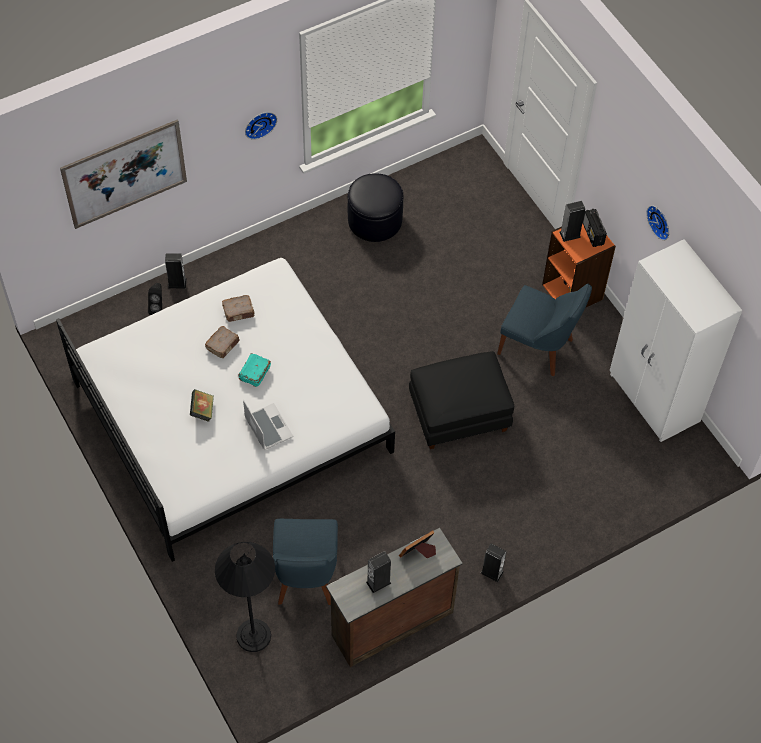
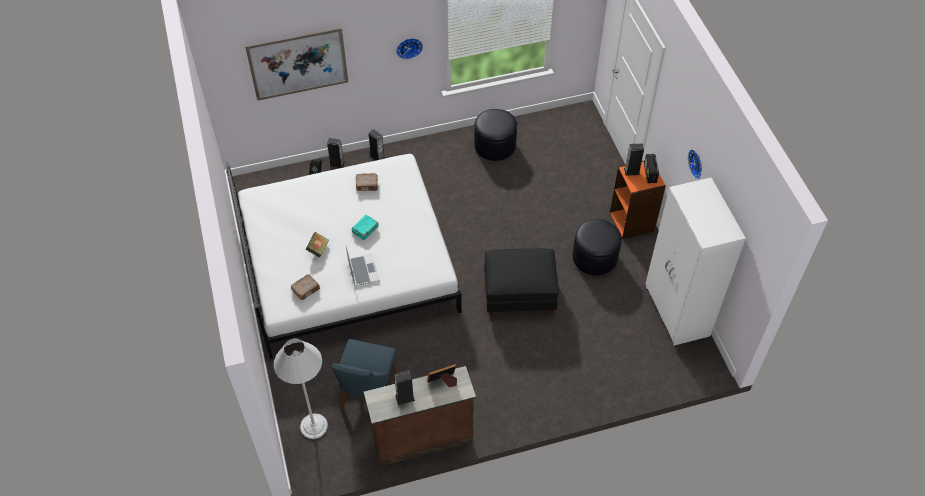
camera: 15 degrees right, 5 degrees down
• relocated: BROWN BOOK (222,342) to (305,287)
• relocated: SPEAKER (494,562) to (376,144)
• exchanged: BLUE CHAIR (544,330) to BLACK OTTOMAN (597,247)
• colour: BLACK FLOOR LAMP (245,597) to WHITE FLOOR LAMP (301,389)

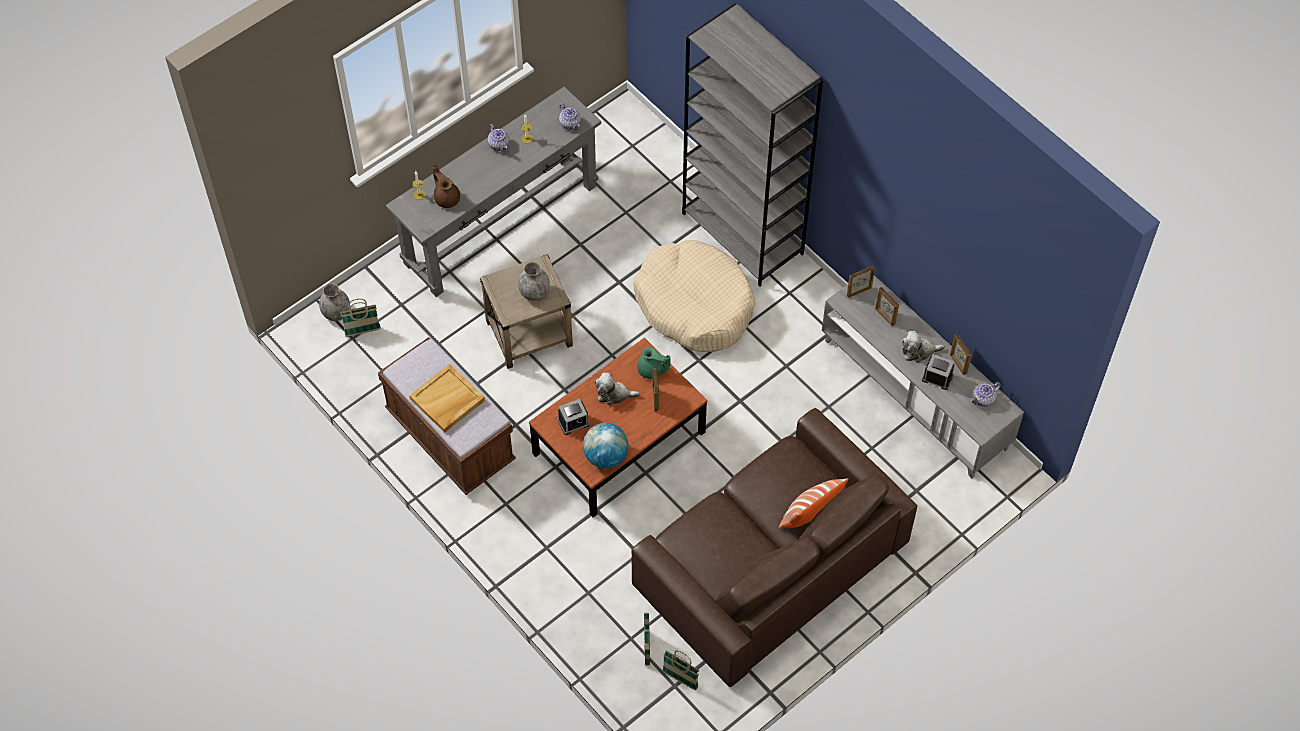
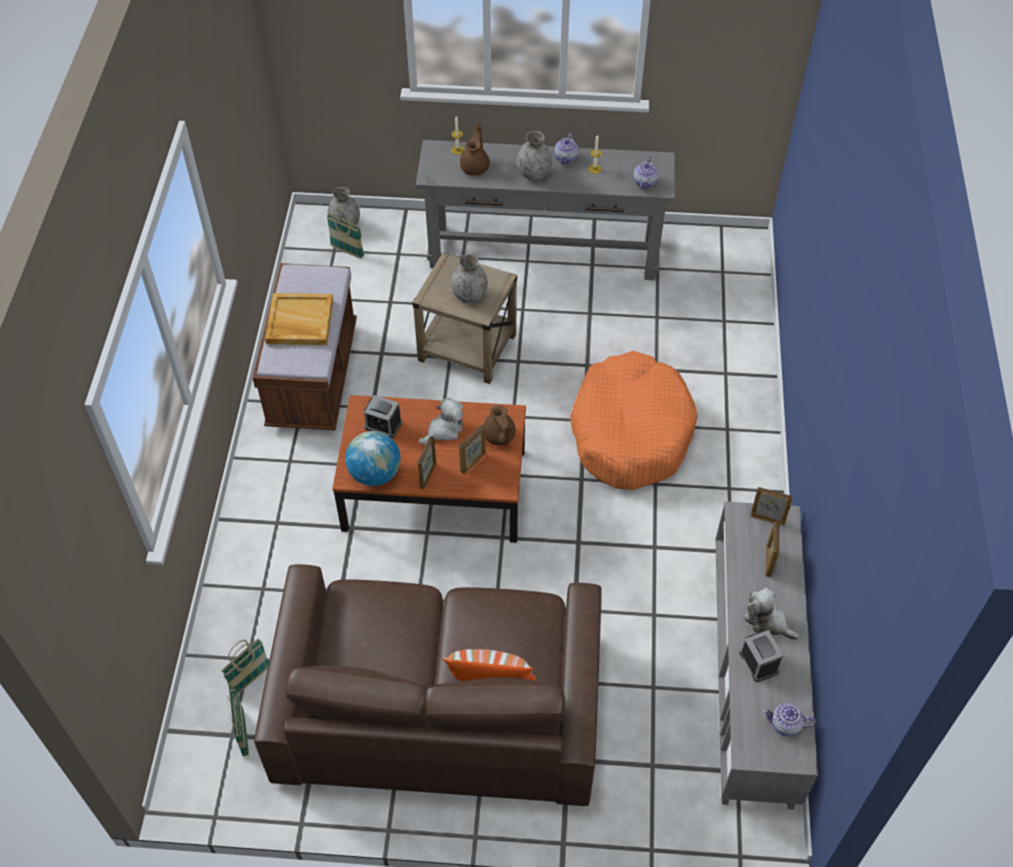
camera: 45 degrees right, 5 degrees down
• missing: GREY BOOKCASE (752,145)
• appeared: GREY VASE (534,156)
• relocated: PICTURE FRAME (961,354) to (426,462)
• colour: BEIGE DOG BED (694,296) to ORANGE DOG BED (634,420)
• colour: GREEN TEAPOT (654,363) to BROWN TEAPOT (499,425)
• spun: PLUSH TOY (617,389) = (441,421) 90 degrees clockwise

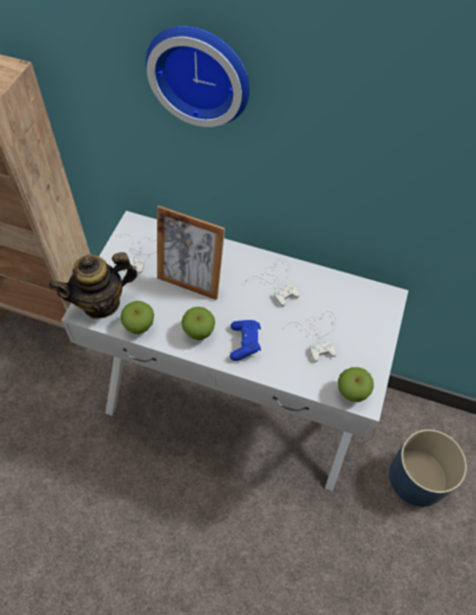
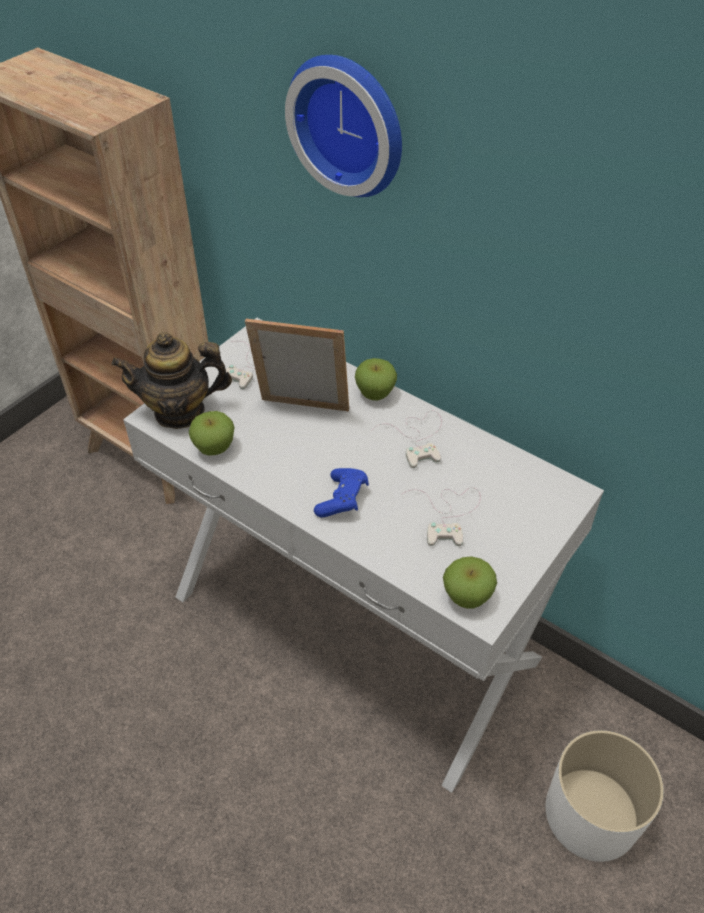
camera: 20 degrees right, 10 degrees down
• relocated: APPLE (198,323) to (376,379)
• colour: BLUE PLANTER (428,468) to WHITE PLANTER (605,796)
• spun: PICTURE FRAME (191,252) = (297,365) 150 degrees clockwise

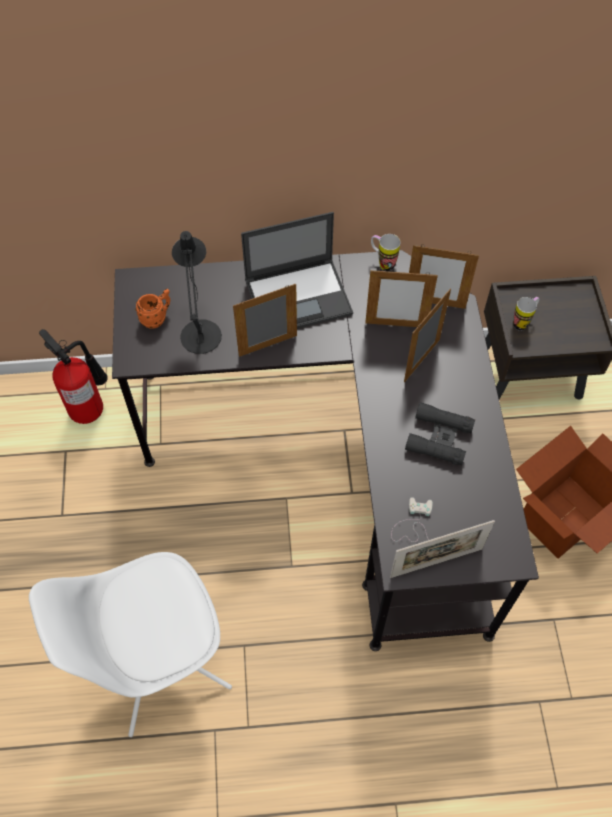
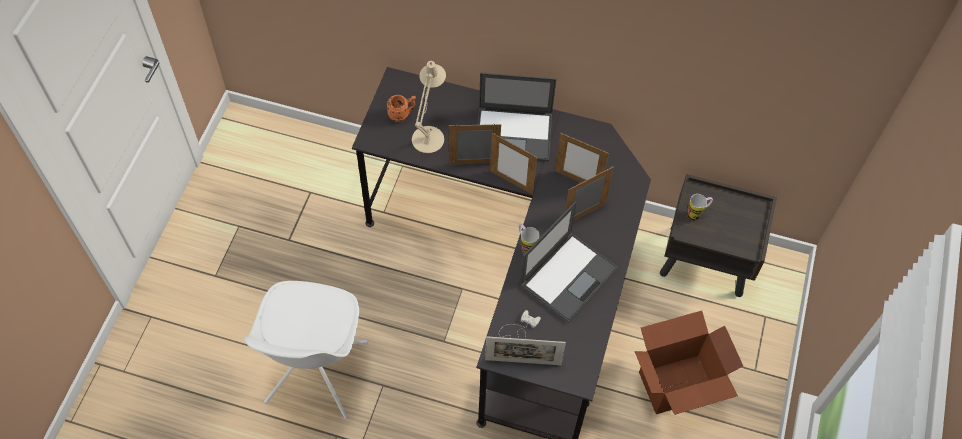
camera: 20 degrees right, 0 degrees up
• missing: FIRE EXTINGUISHER (73,376)
• relocated: MUG (385,252) to (529,239)
• relocated: PICTURE FRAME (444,276) to (513,164)
• exchanged: BLACK BINOCULARS (440,433) to LAPTOP (568,261)
• colour: BLACK TABLE LAMP (197,292) to BEIGE TABLE LAMP (429,107)
• spun: WHITE CHAIR (130,644) = (306,350) 75 degrees counterclockwise

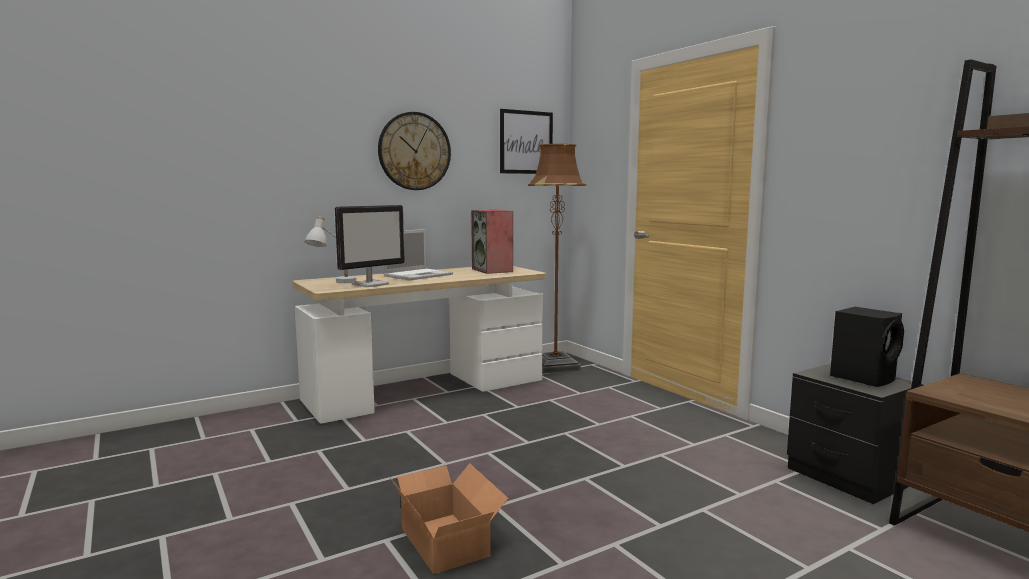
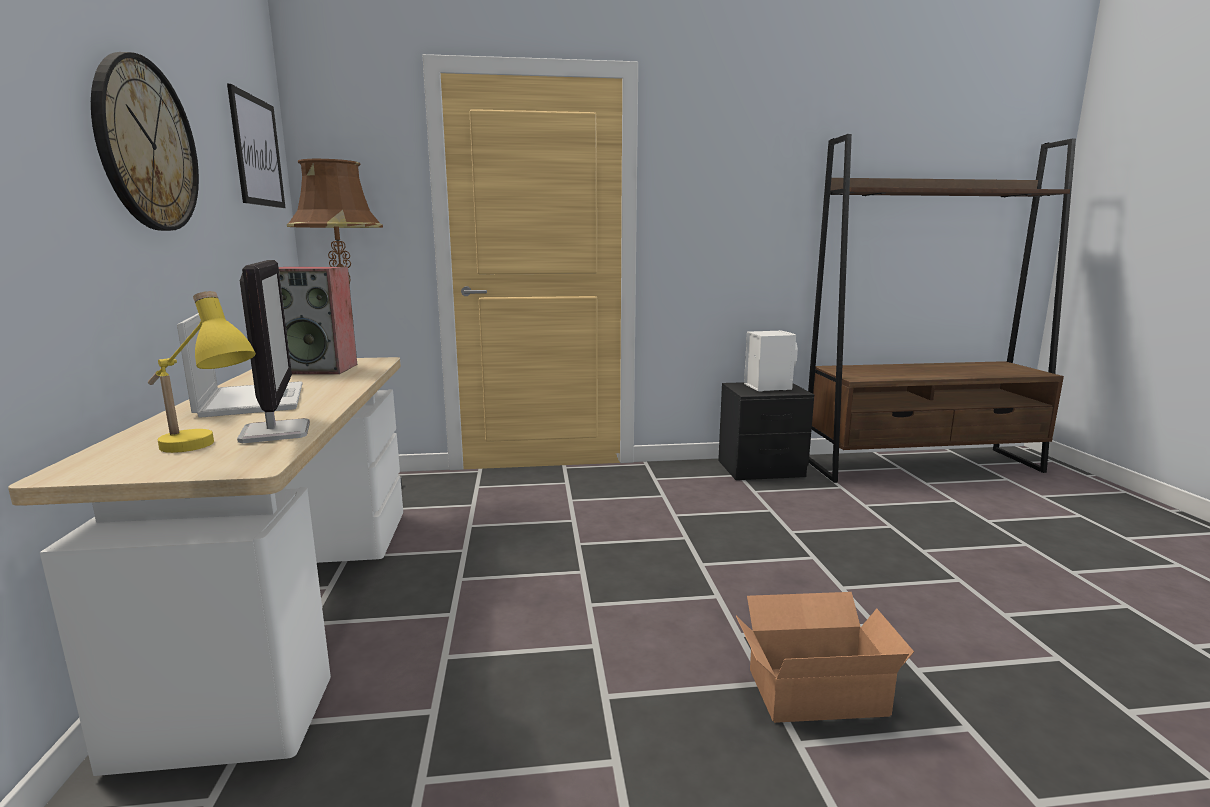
camera: 65 degrees left, 5 degrees up
• colour: WHITE TABLE LAMP (331,249) to YELLOW TABLE LAMP (202,372)
• colour: BLACK SPEAKER (867,347) to WHITE SPEAKER (771,360)

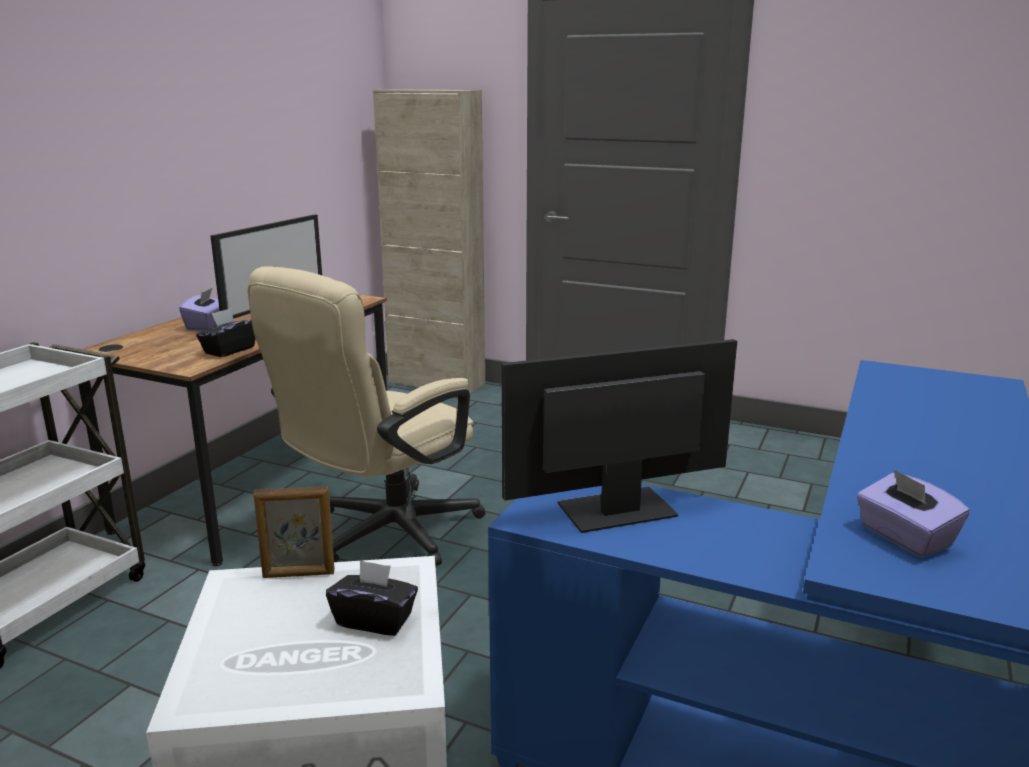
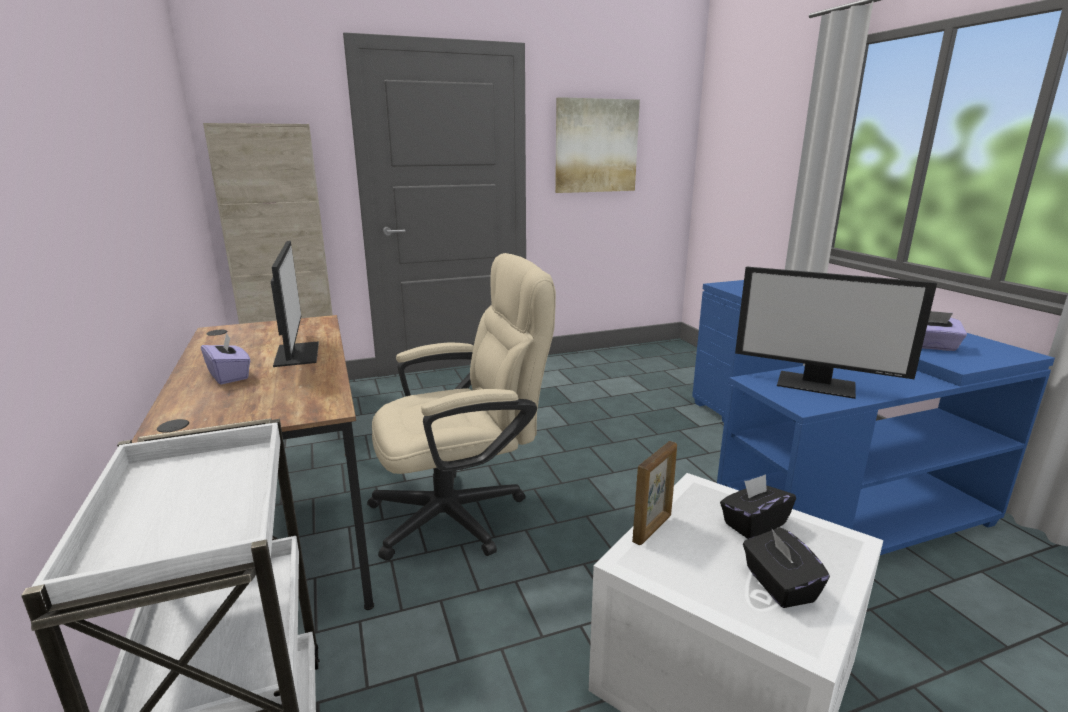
camera: 45 degrees left, 0 degrees up
• appeared: PICTURE (597,145)
• relocated: BLACK TISSUE BOX (226,332) to (786,567)
• spun: BEIGE OFFICE CHAIR (367,416) = (461,407) 105 degrees counterclockwise
• spun: MONITOR (619,436) = (836,332) 90 degrees counterclockwise

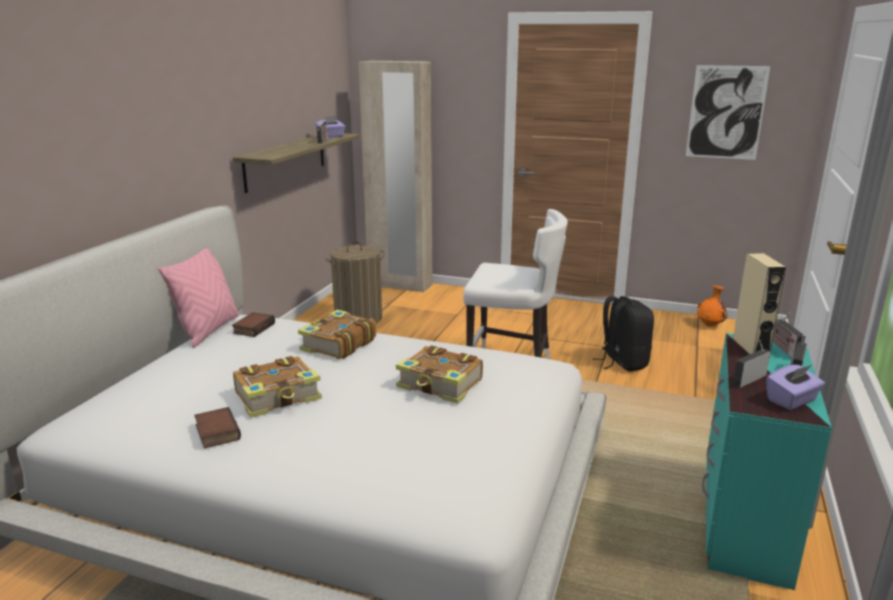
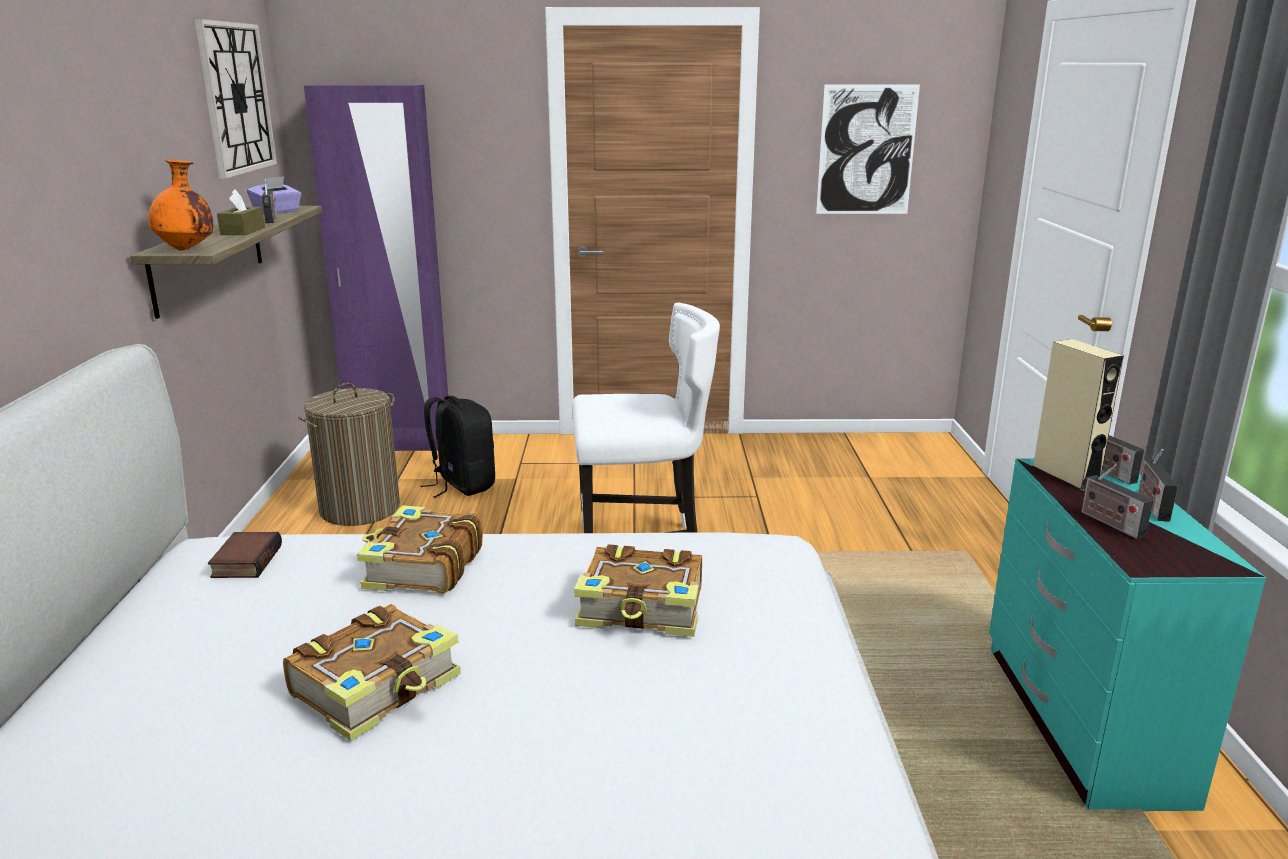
camera: 20 degrees left, 0 degrees up
• missing: PINK PILLOW (198,298)
• missing: BOOK (217,427)
• missing: PURPLE TISSUE BOX (795,387)
• appeared: WALL CLOCK (235,99)
• appeared: BROWN TISSUE BOX (241,212)
• relocated: BLACK BACKPACK (623,334) to (457,447)
• relocated: ORANGE VASE (712,306) to (180,205)
• colour: BEIGE WARDROBE (395,176) to PURPLE WARDROBE (376,268)
• spun: RADIO (751,364) = (1117,501) 60 degrees counterclockwise

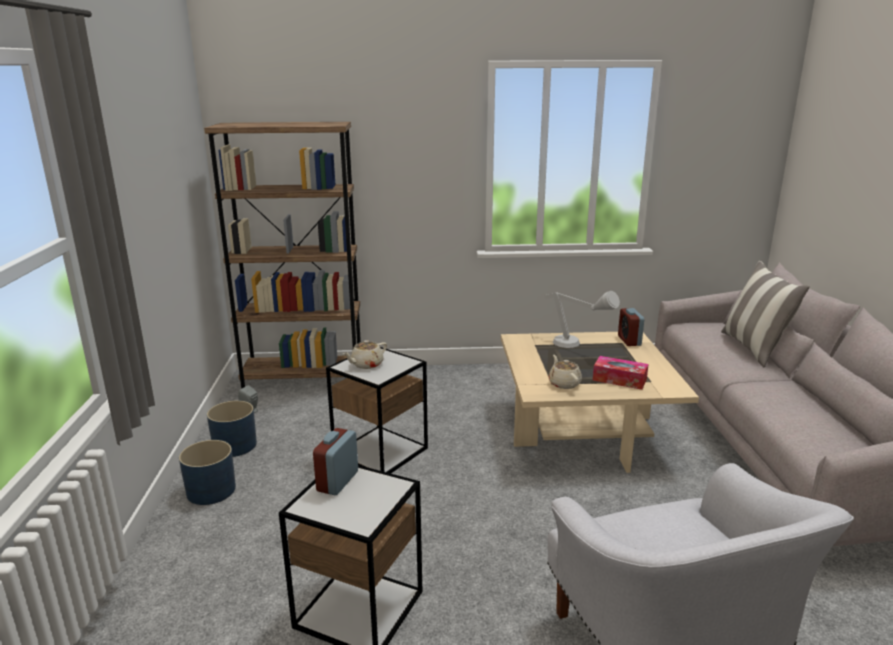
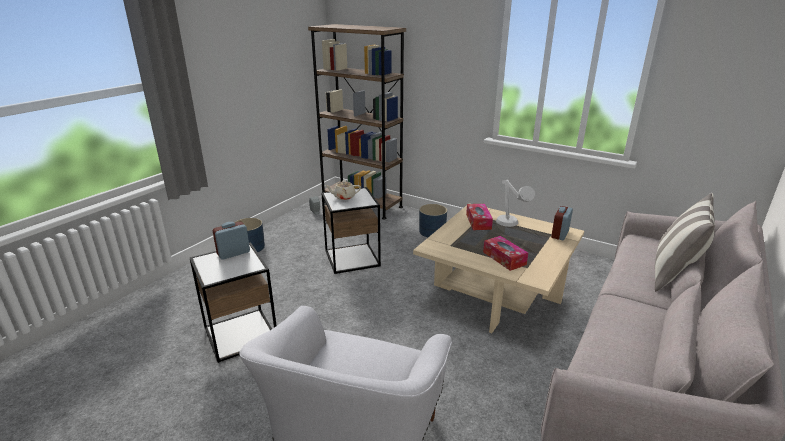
camera: 35 degrees right, 5 degrees up
• missing: BEIGE TEAPOT (565,372)
• appeared: TISSUE BOX (479,217)
• relocated: BLUE PLANTER (232,428) to (433,220)

